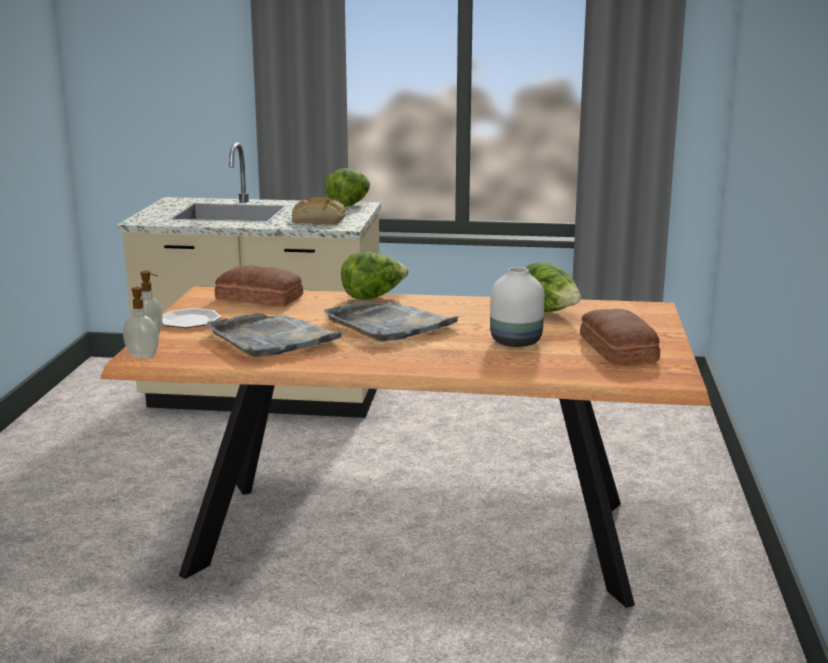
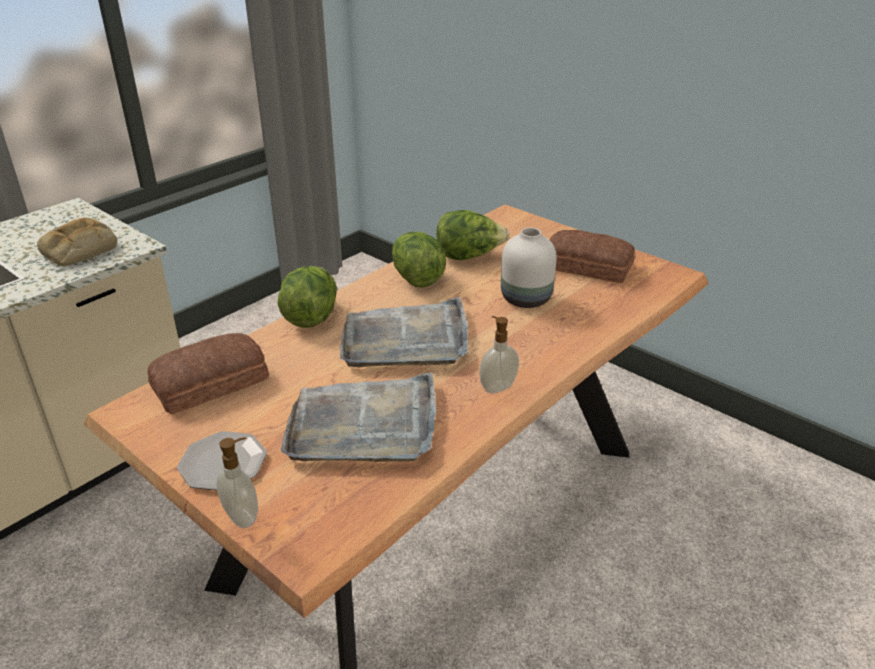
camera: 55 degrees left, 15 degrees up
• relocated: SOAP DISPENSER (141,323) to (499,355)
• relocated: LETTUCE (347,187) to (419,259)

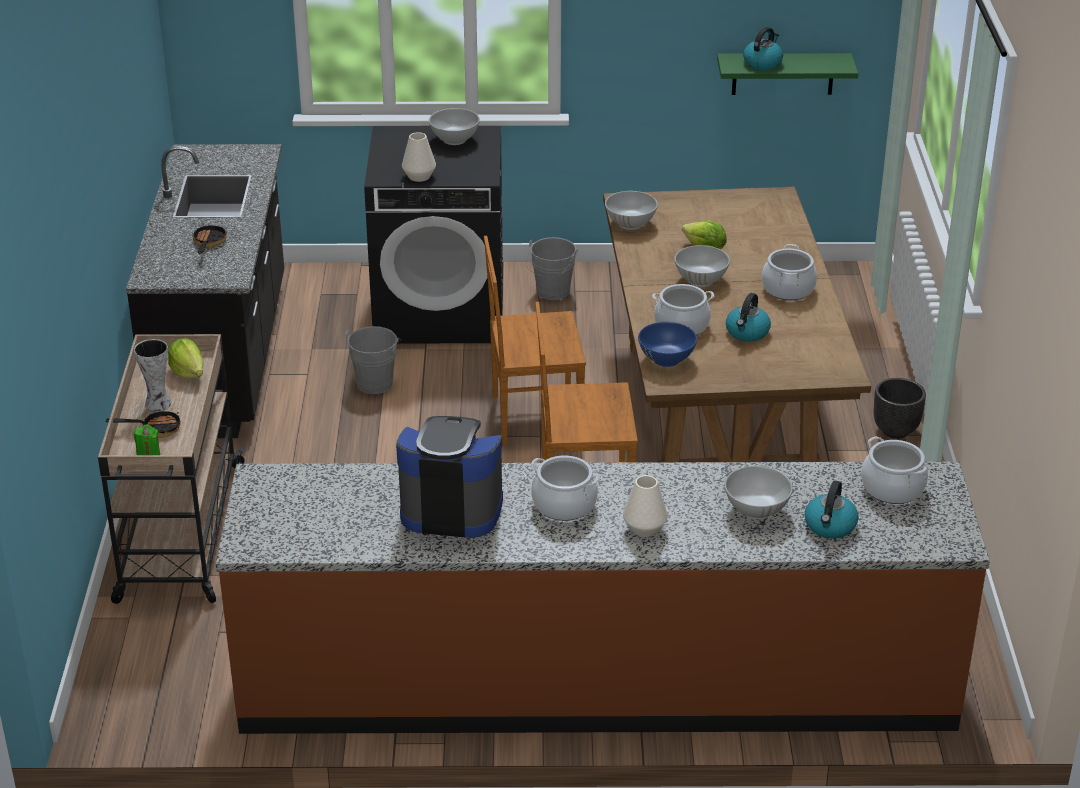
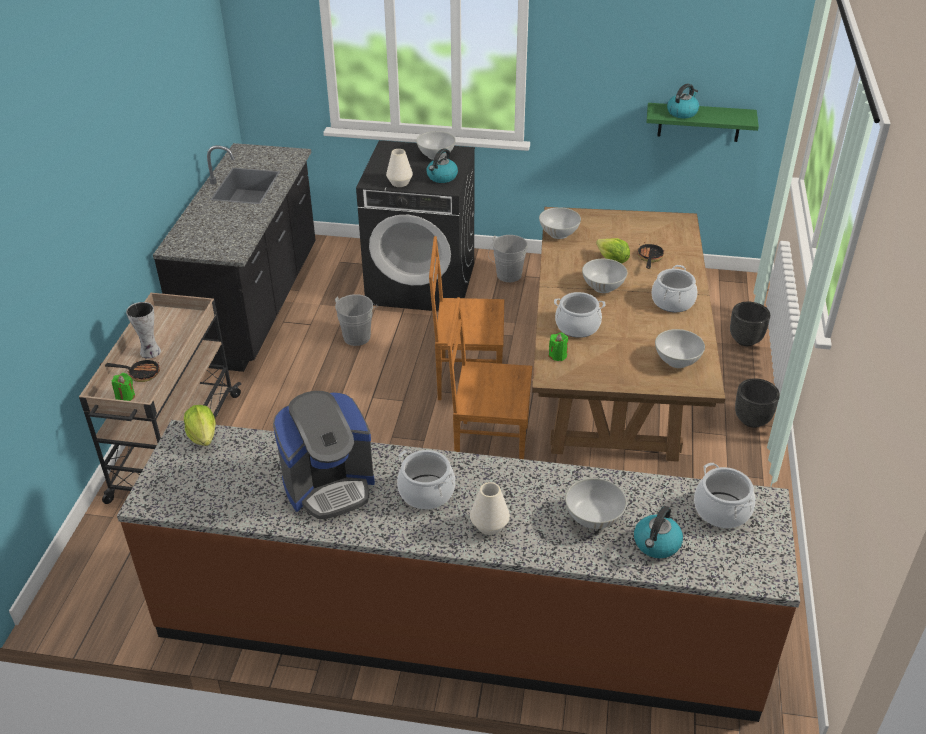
camera: 10 degrees right, 5 degrees up
• appeared: WHITE BOWL (680,348)
• appeared: BLACK PLANTER (750,324)
• relocated: LETTUCE (185,358) to (200,425)
• relocated: FRYING PAN (209,238) to (650,256)
• relocated: KETTLE (748,317) to (442,165)
• exchanged: BLUE BOWL (667,344) to GREEN CANDLE (558,347)
• spun: COFFEE MACHINE (449,477) = (324,455) 135 degrees clockwise

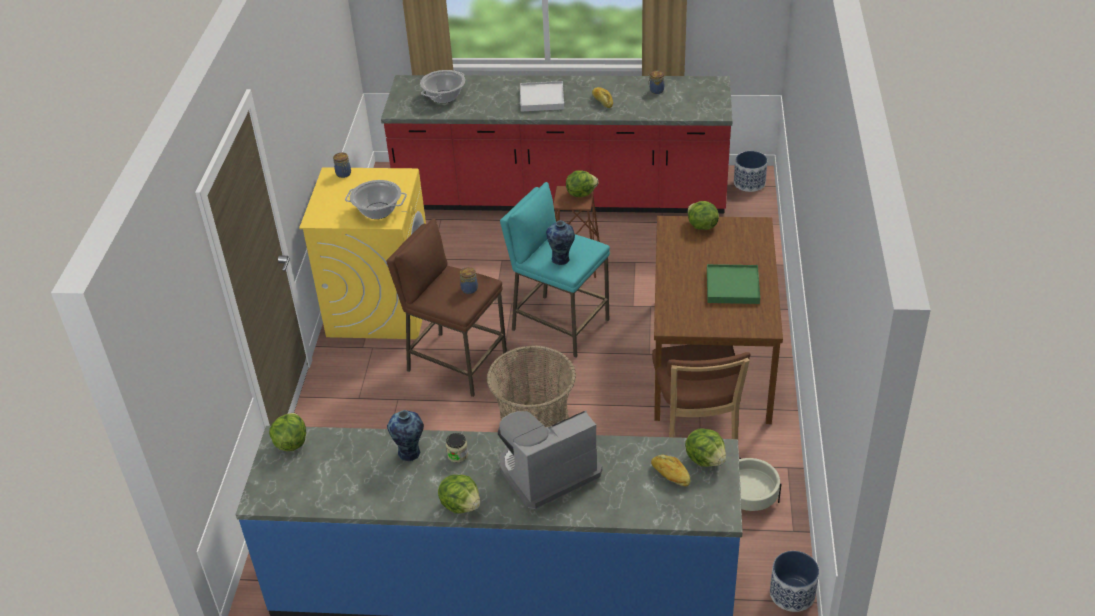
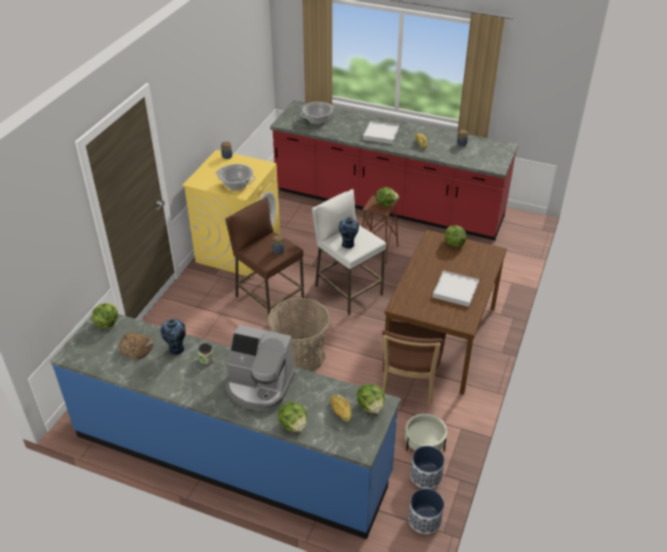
camera: 15 degrees right, 0 degrees up
• appeared: BREAD (136,345)
• relocated: LETTUCE (459,494) to (292,417)
• relocated: PLANTER (750,171) to (427,467)
• colour: TURQUOISE STOOL (555,270) to WHITE STOOL (349,252)
• colour: GREEN TRAY (733,284) to WHITE TRAY (456,288)
• spun: COFFEE MACHINE (550,460) = (260,367) 150 degrees counterclockwise

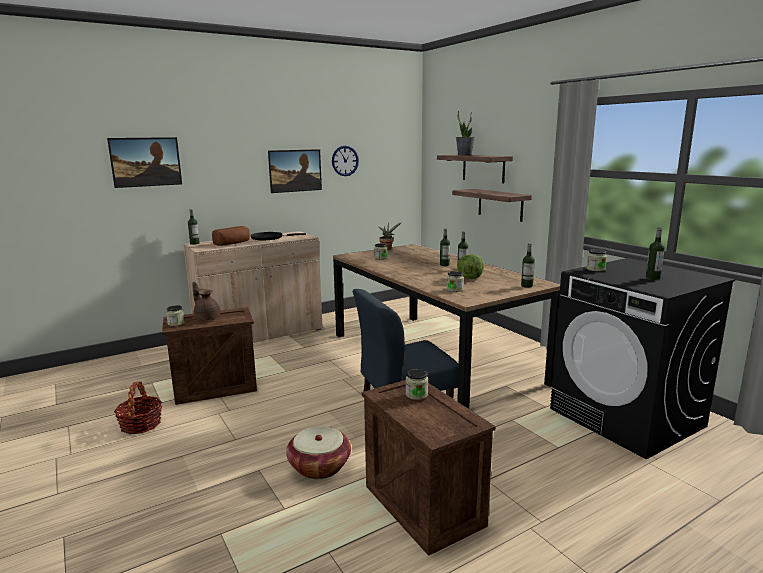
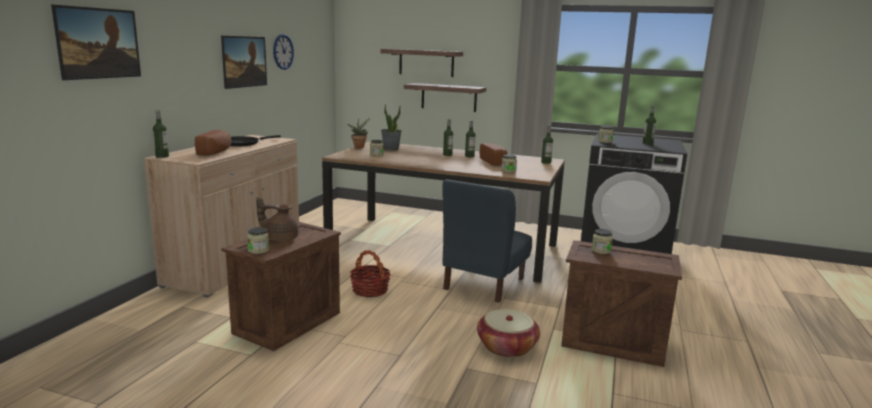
camera: 40 degrees left, 0 degrees up
• relocated: BASKET (138,407) to (370,274)
• relocated: POTTED PLANT (465,133) to (391,127)
• exchanged: LETTUCE (470,266) to BREAD (494,154)

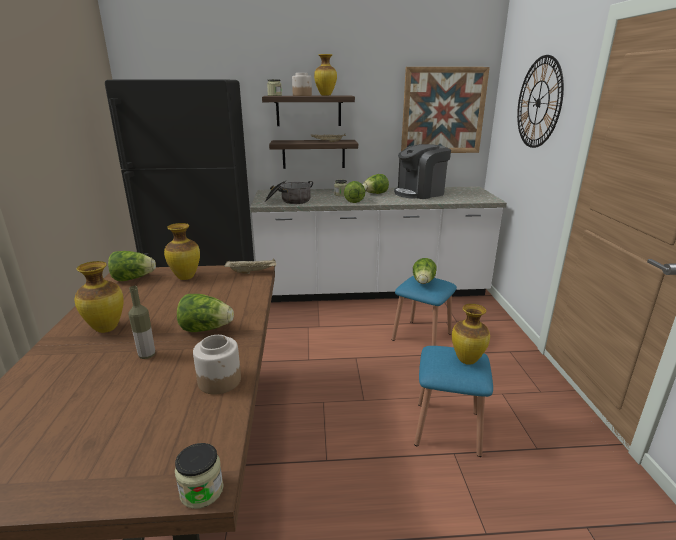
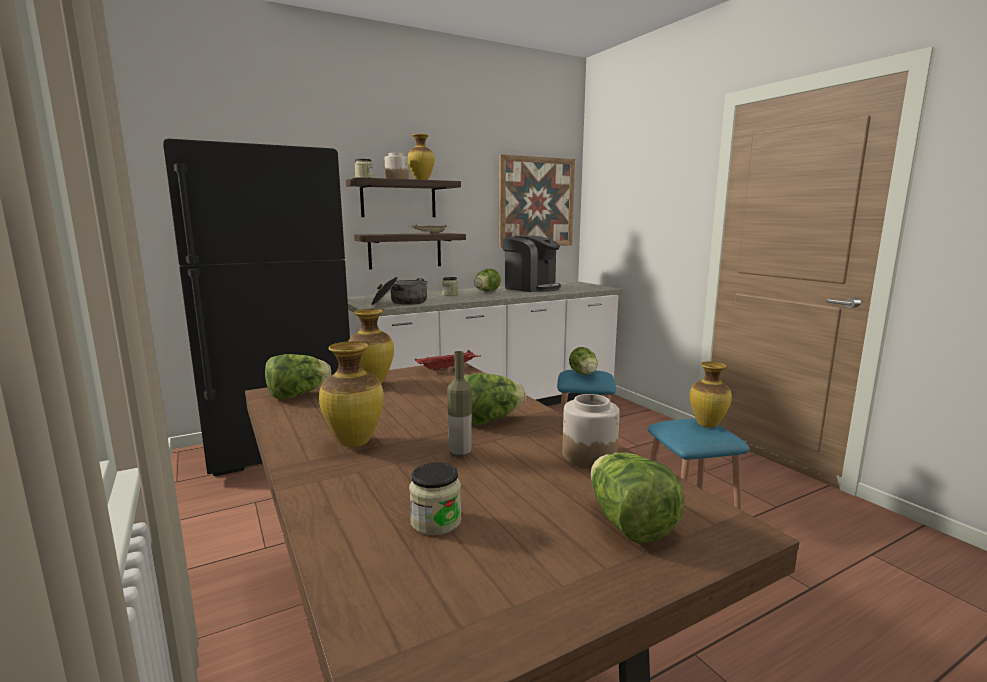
camera: 25 degrees left, 10 degrees down
• missing: WALL CLOCK (540,101)
• relocated: JAR (199,476) to (435,498)
• relocated: LETTUCE (354,192) to (637,498)
• colour: BEIGE TRAY (250,266) to RED TRAY (448,360)
• spun: COFFEE MACHINE (422,171) = (531,264) 90 degrees counterclockwise

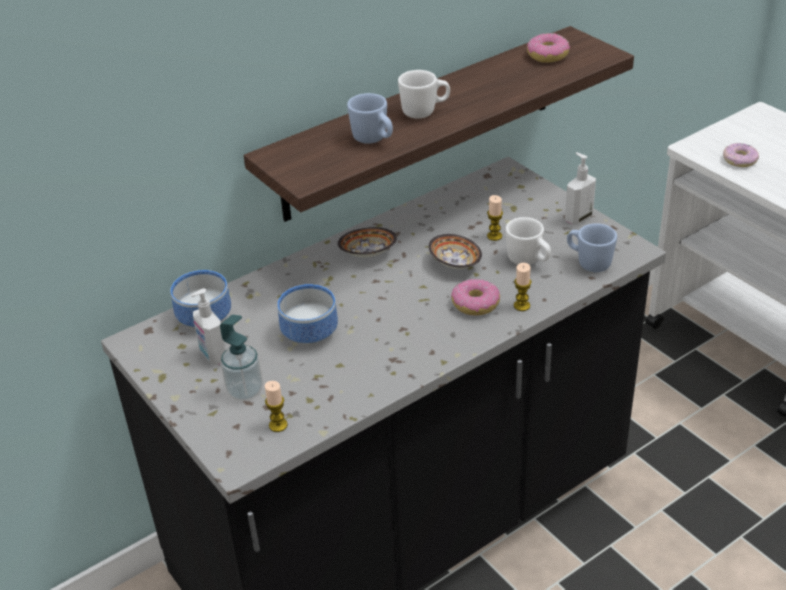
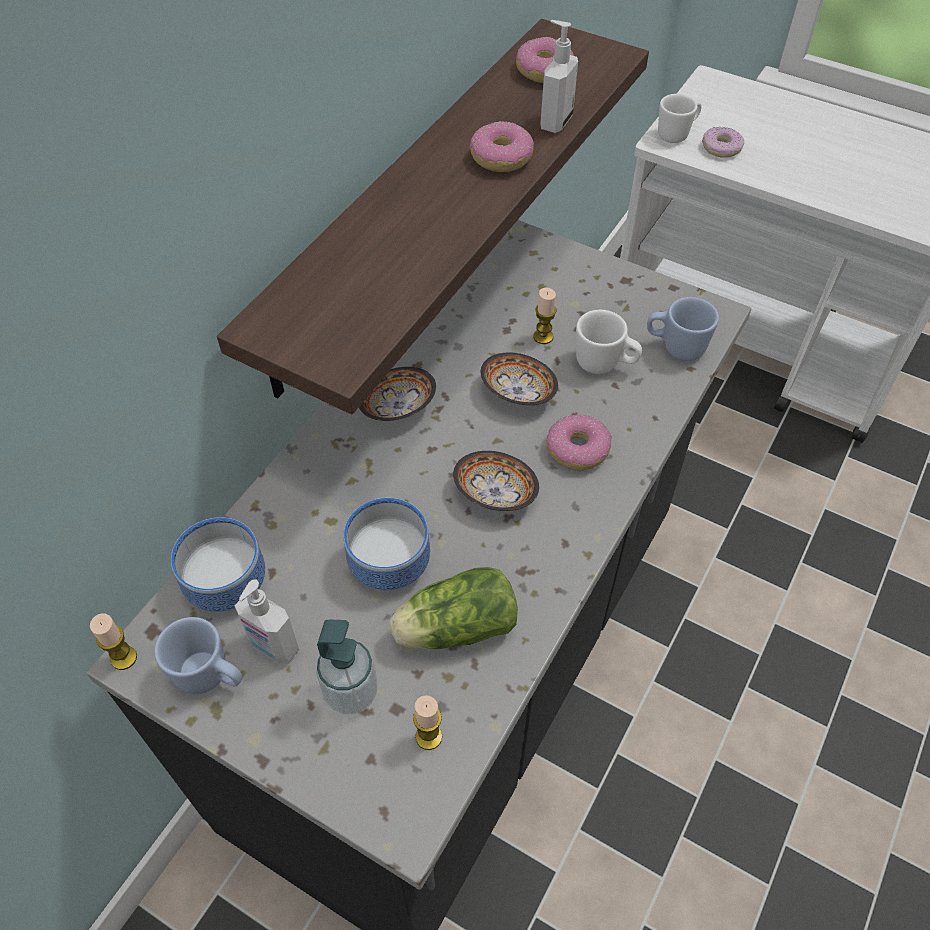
camera: 25 degrees left, 15 degrees up
• appeared: LETTUCE (454,608)
• appeared: BOWL (496,481)
• appeared: DONUT (502,146)
• relocated: BLUE MUG (370,118) to (198,655)
• relocated: WHITE MUG (424,94) to (680,118)
• relocated: CANDLE (523,287) to (113,641)
• relocated: SOAP DISPENSER (580,188) to (559,76)

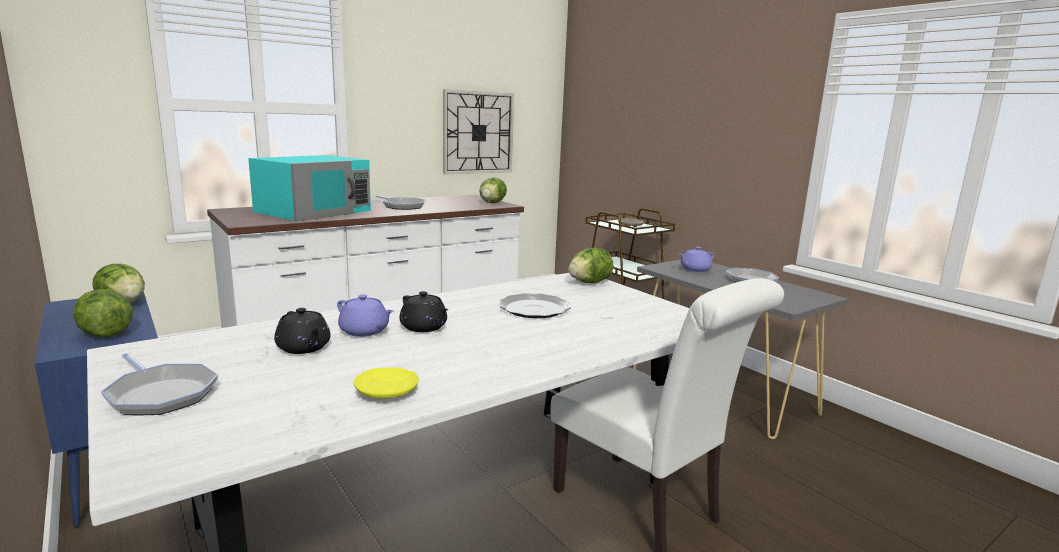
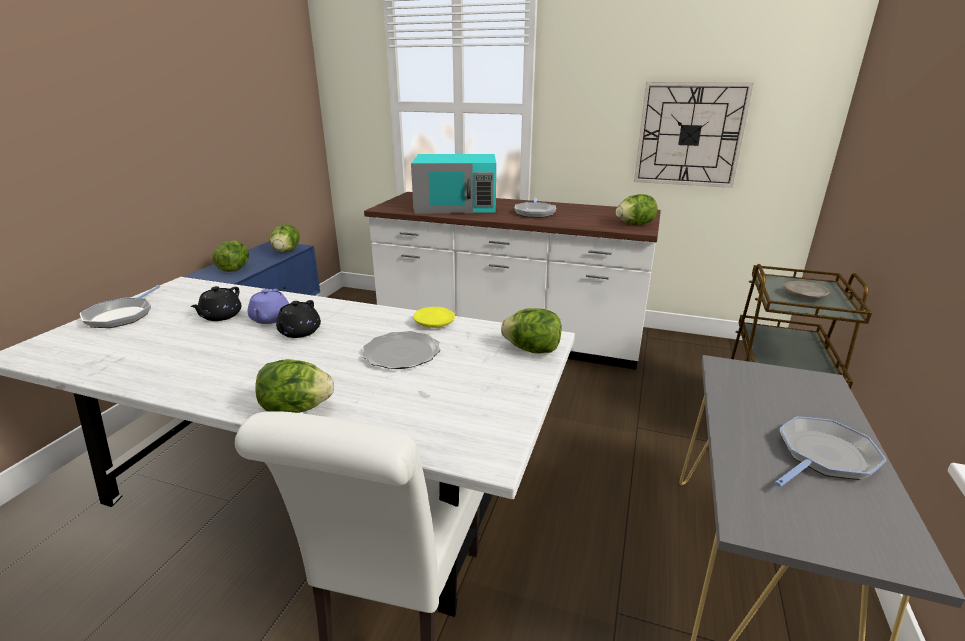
camera: 55 degrees right, 10 degrees up
• missing: PURPLE TEAPOT (696,259)
• appeared: LETTUCE (294,386)
• relocated: YELLOW PLATE (386,383) to (434,317)

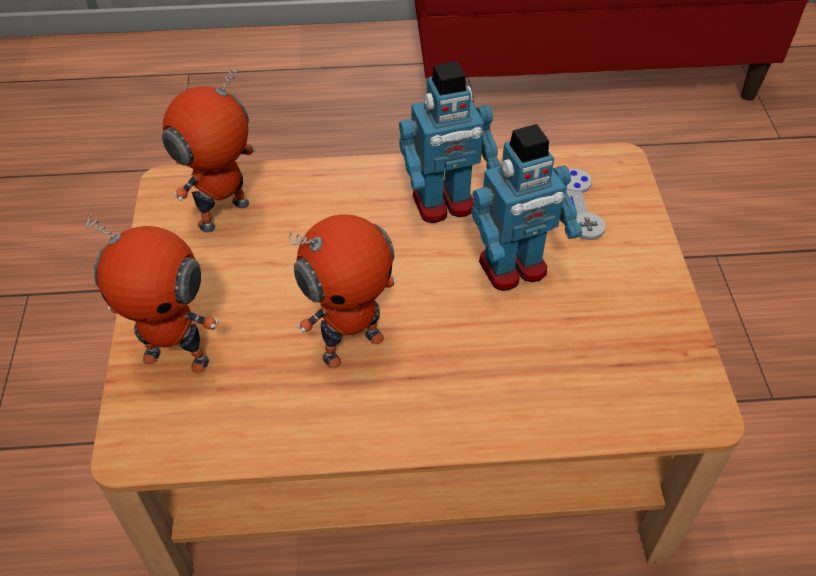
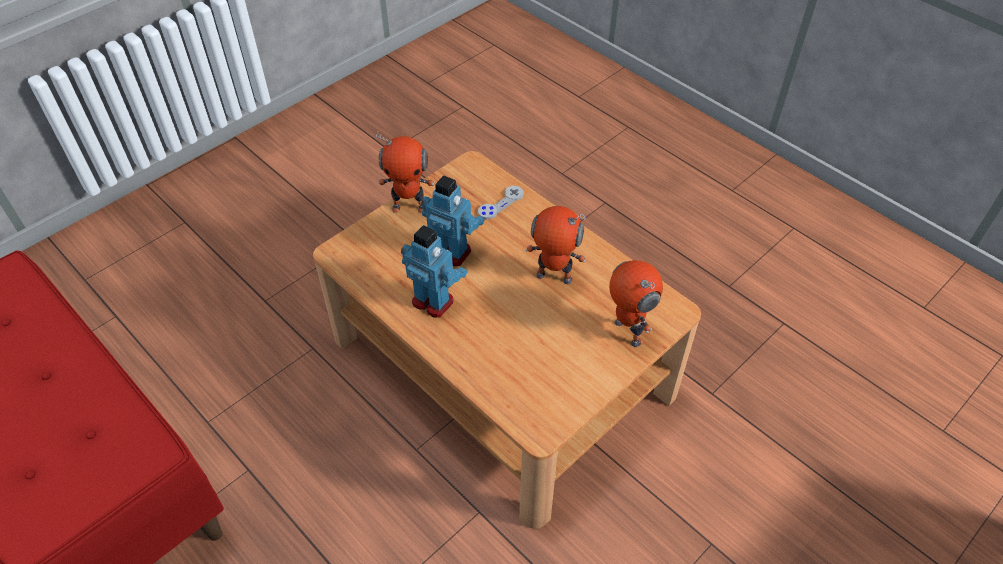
camera: 130 degrees left, 0 degrees up
• relocated: TOY ROBOT (209,150) to (405,172)
• relocated: GREY GAME CONTROLLER (585,204) to (501,202)

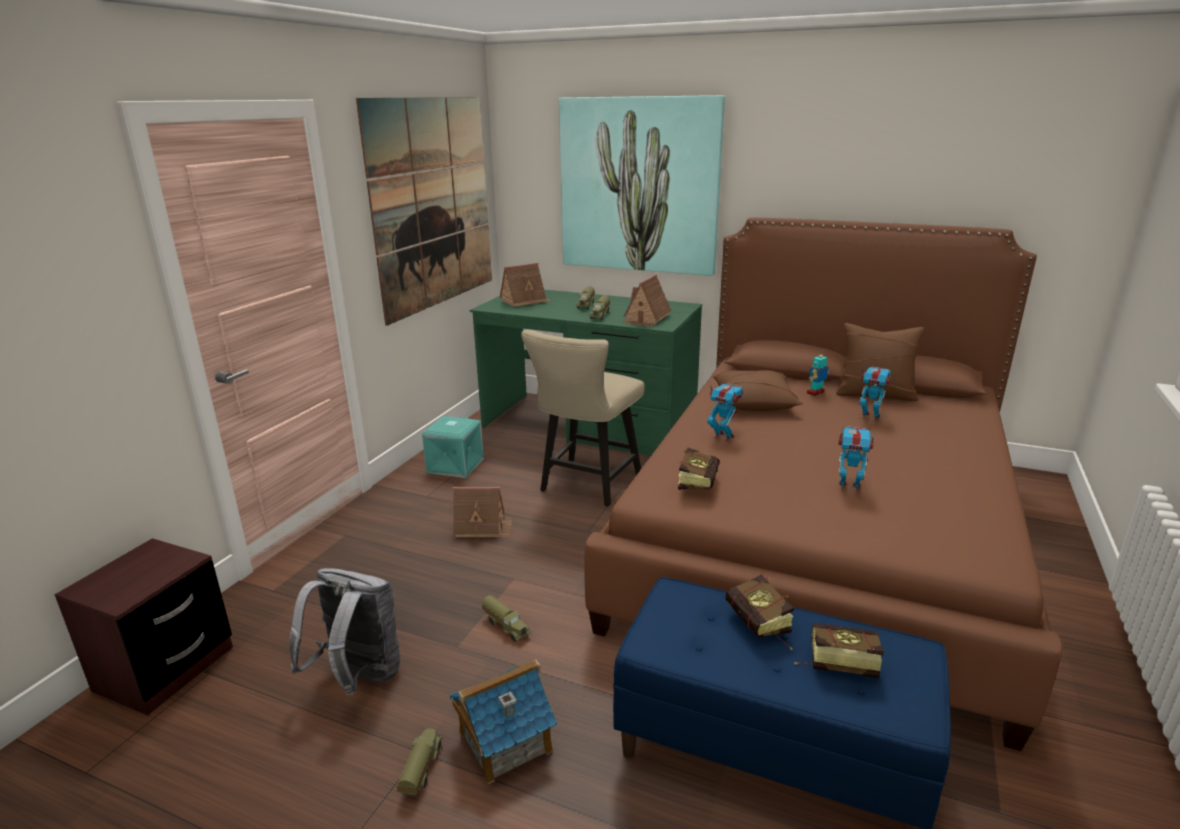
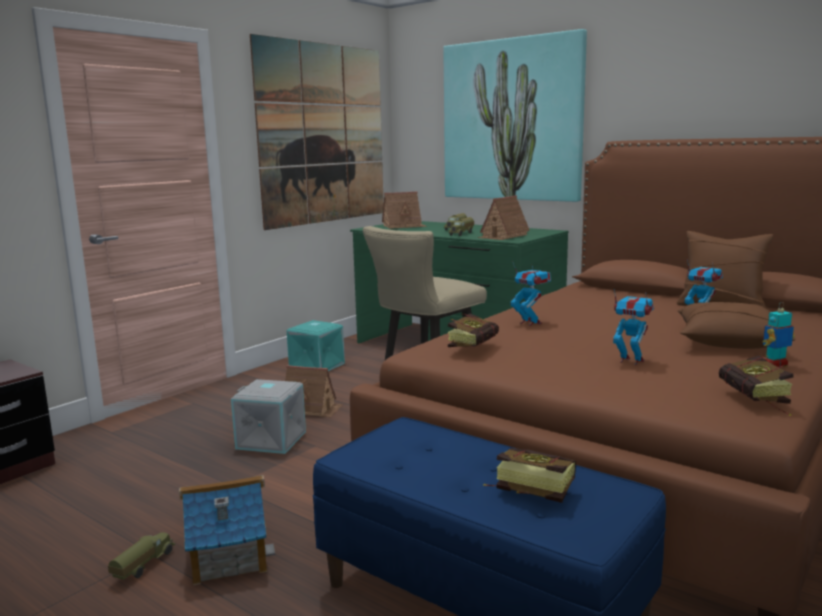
camera: 15 degrees right, 10 degrees down
• missing: GREY BACKPACK (345,631)
• missing: TOY TRUCK (506,618)
• appeared: GREY STORAGE BOX (268,416)
• relocated: BROWN PILLOW (758,390) to (736,325)
• relocated: BOOK (759,612) to (756,386)
• relocated: TOY ROBOT (818,373) to (778,335)

